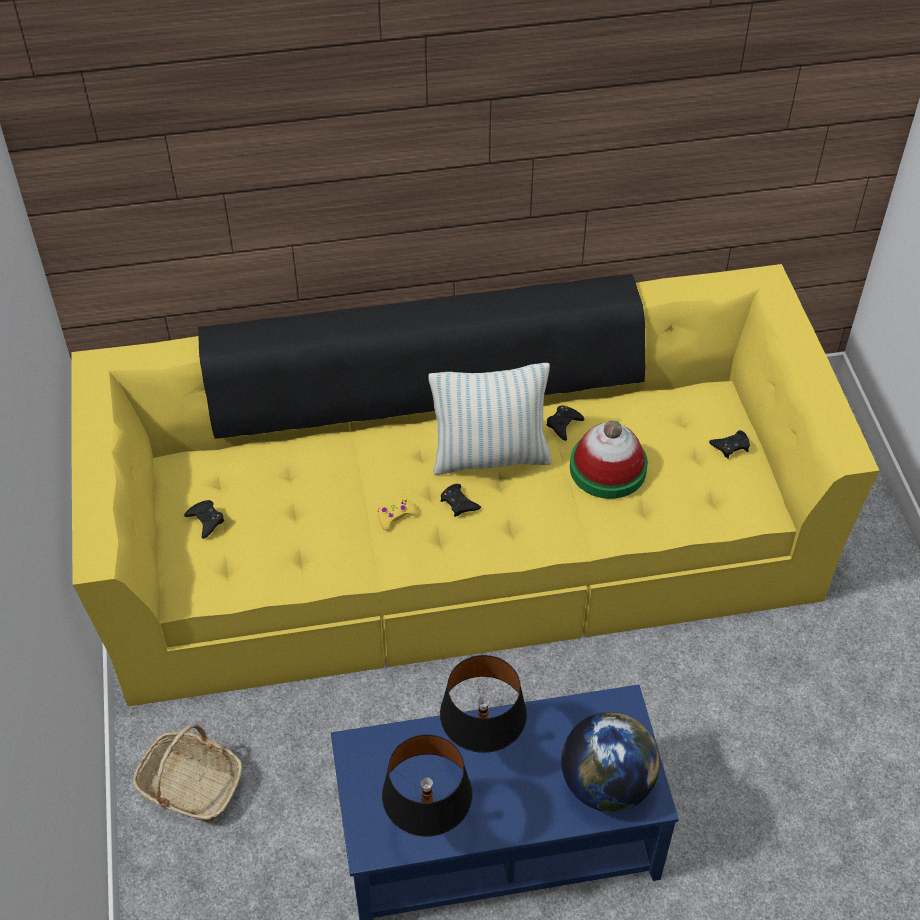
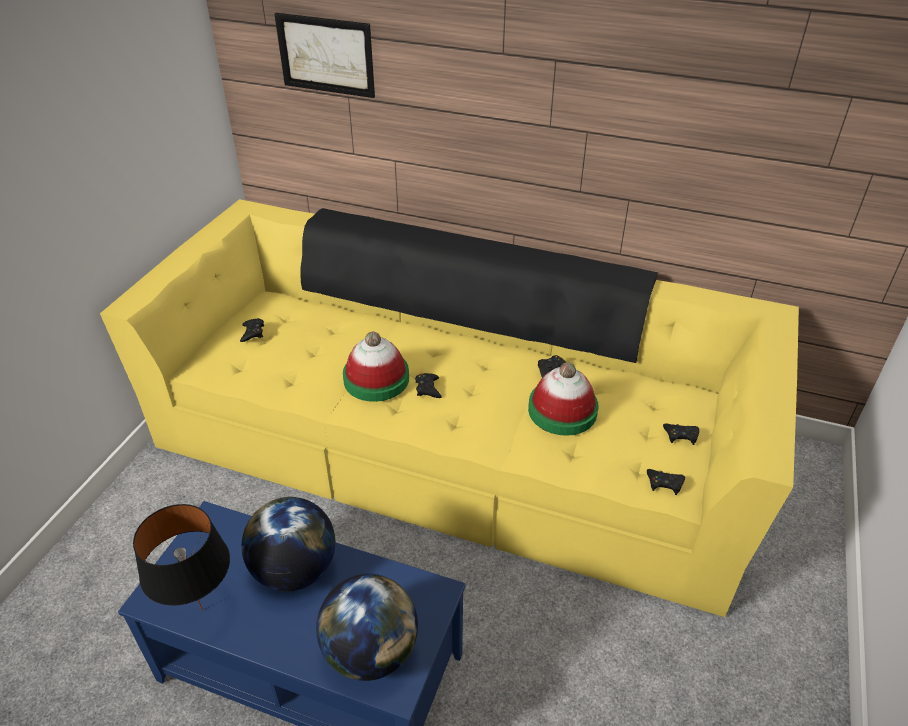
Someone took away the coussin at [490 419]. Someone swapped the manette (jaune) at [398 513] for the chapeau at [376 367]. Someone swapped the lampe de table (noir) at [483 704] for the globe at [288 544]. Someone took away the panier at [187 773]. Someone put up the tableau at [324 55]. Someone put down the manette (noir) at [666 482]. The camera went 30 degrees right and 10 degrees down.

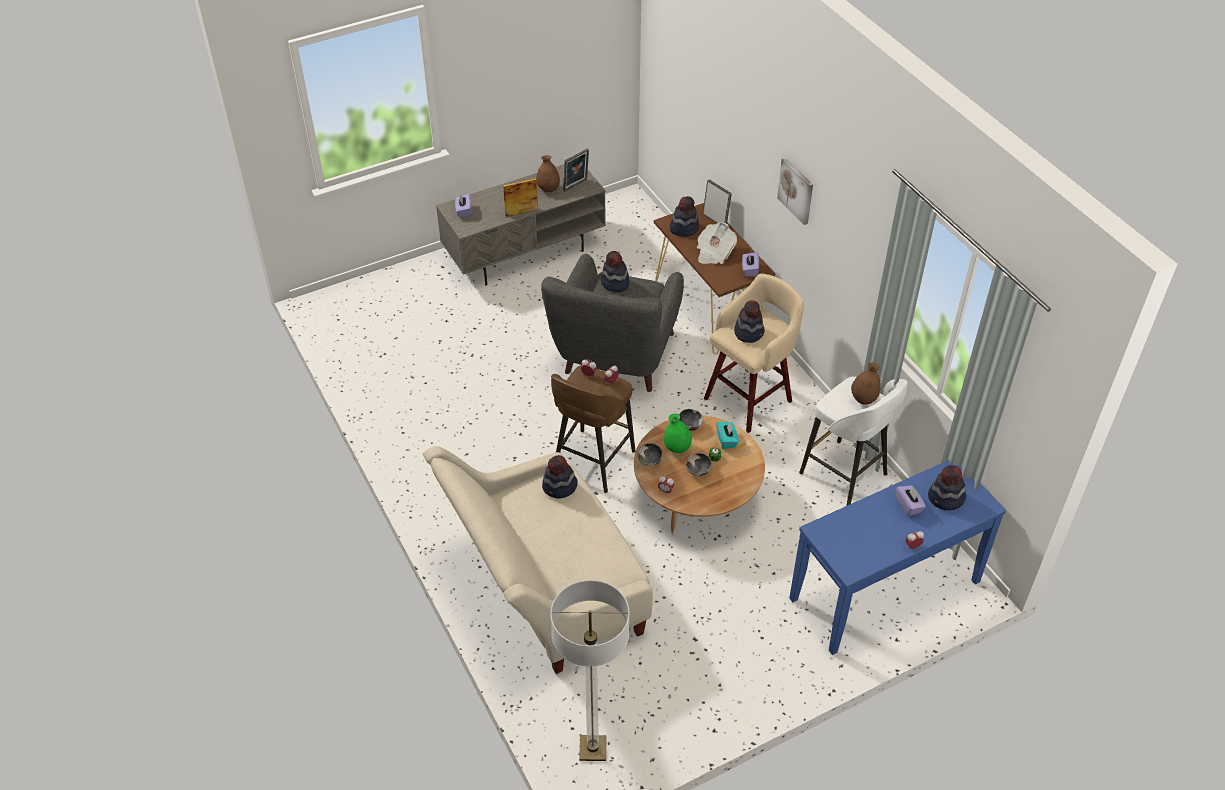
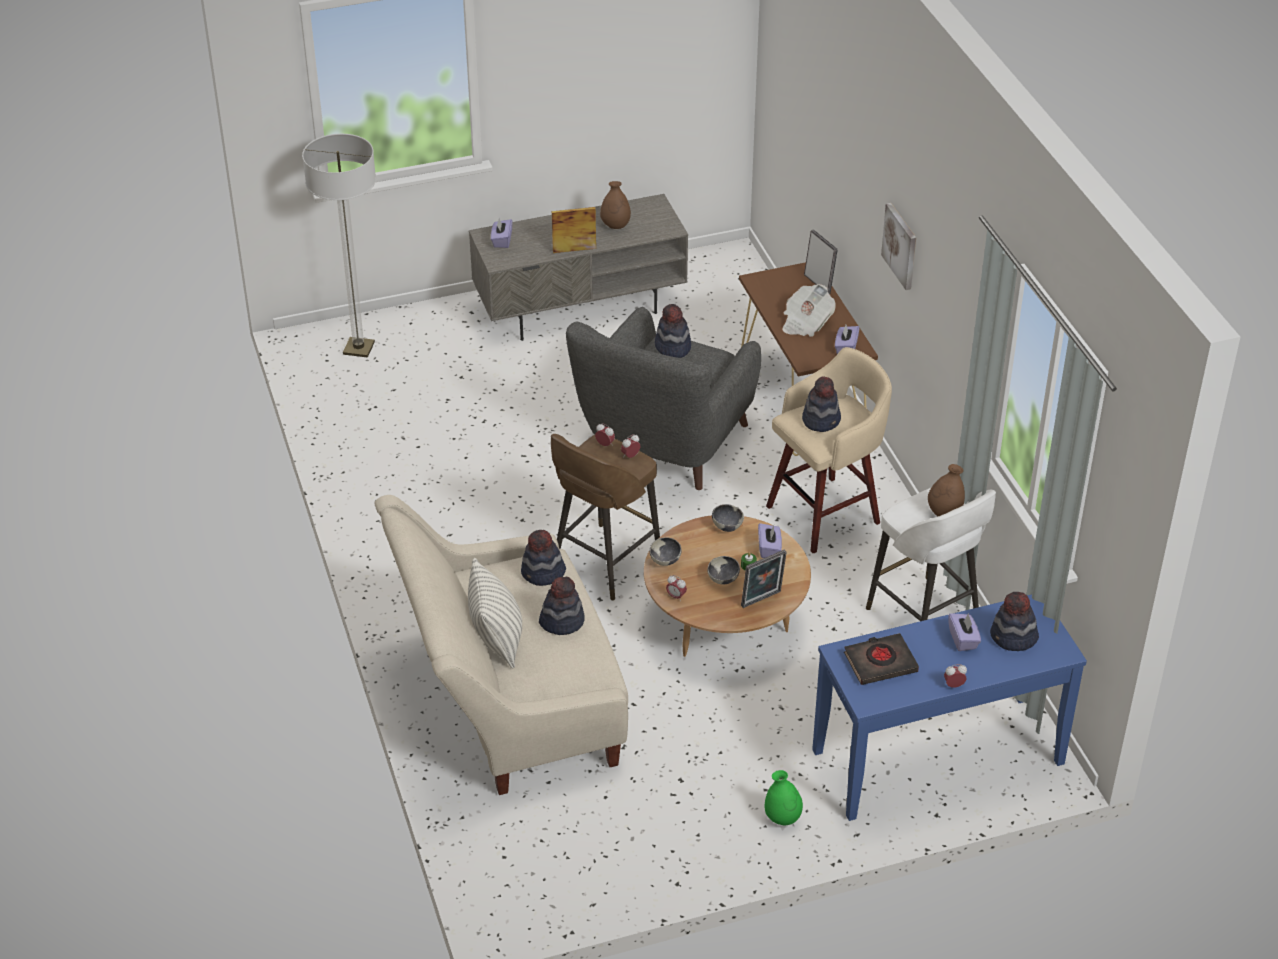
Someone carried the cadre photo from [576 170] to [764 579]. Someone carried the chapeau from [684 216] to [562 606]. Someone carried the vase (vert) from [678 433] to [784 797]. Someone repainted the boîte à mouchoirs (turquoise) at [727 435], which became the boîte à mouchoirs (violet) at [770 540]. Someone carried the lampadaire from [590 670] to [339 246]. Someone put down the coussin at [495 613]. Someone put down the livre (noir) at [881 659]. The camera went 10 degrees right and 5 degrees down.

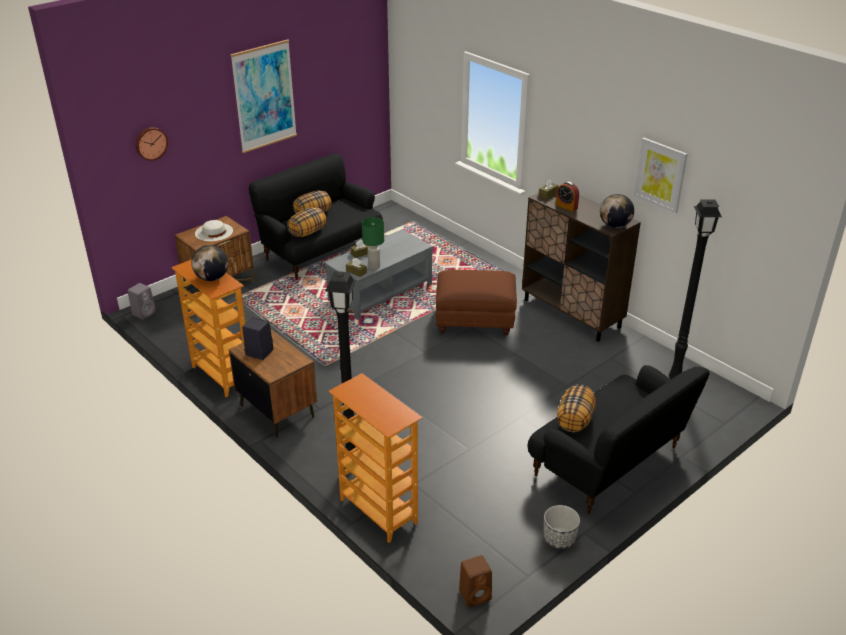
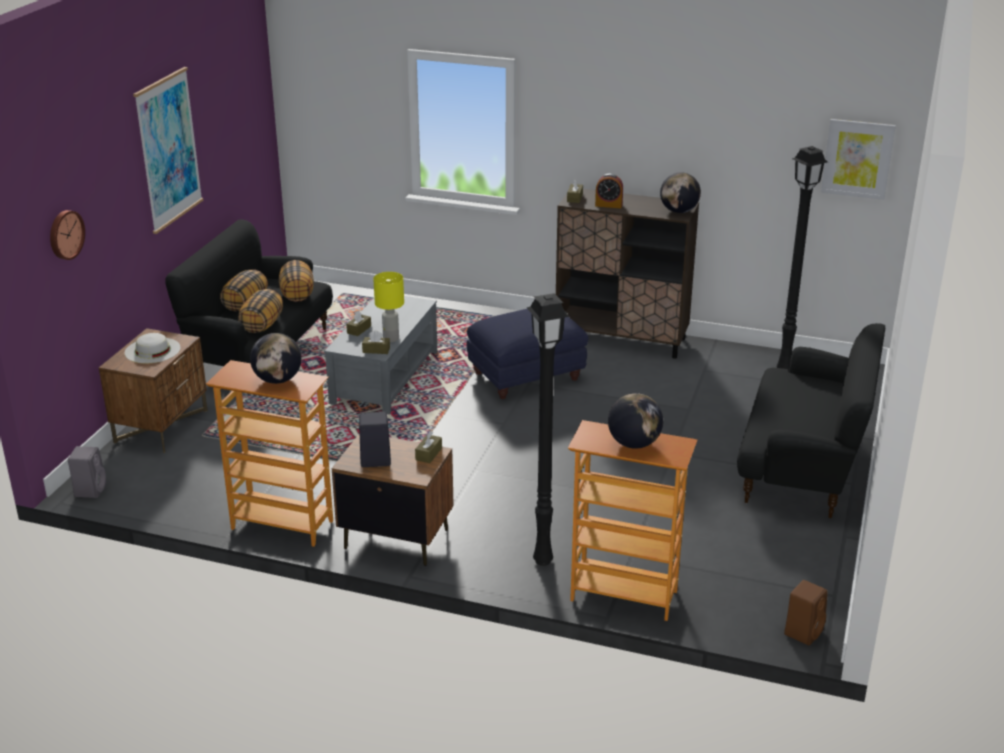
Someone carried the tableau from [661 176] to [858 159]. Someone repainted the lampe de table (vert) at [373 243], which became the lampe de table (jaune) at [388 307]. Someone repainted the pouf (marron) at [476 302], which became the pouf (bleu) at [527 354]. Someone carried the coussin from [576 408] to [296 281]. Someone took away the cache-pot at [562 527]. Someone put down the globe at [635 421]. Someone put down the boîte à mouchoirs (marron) at [428 447]. The camera went 30 degrees left and 5 degrees down.

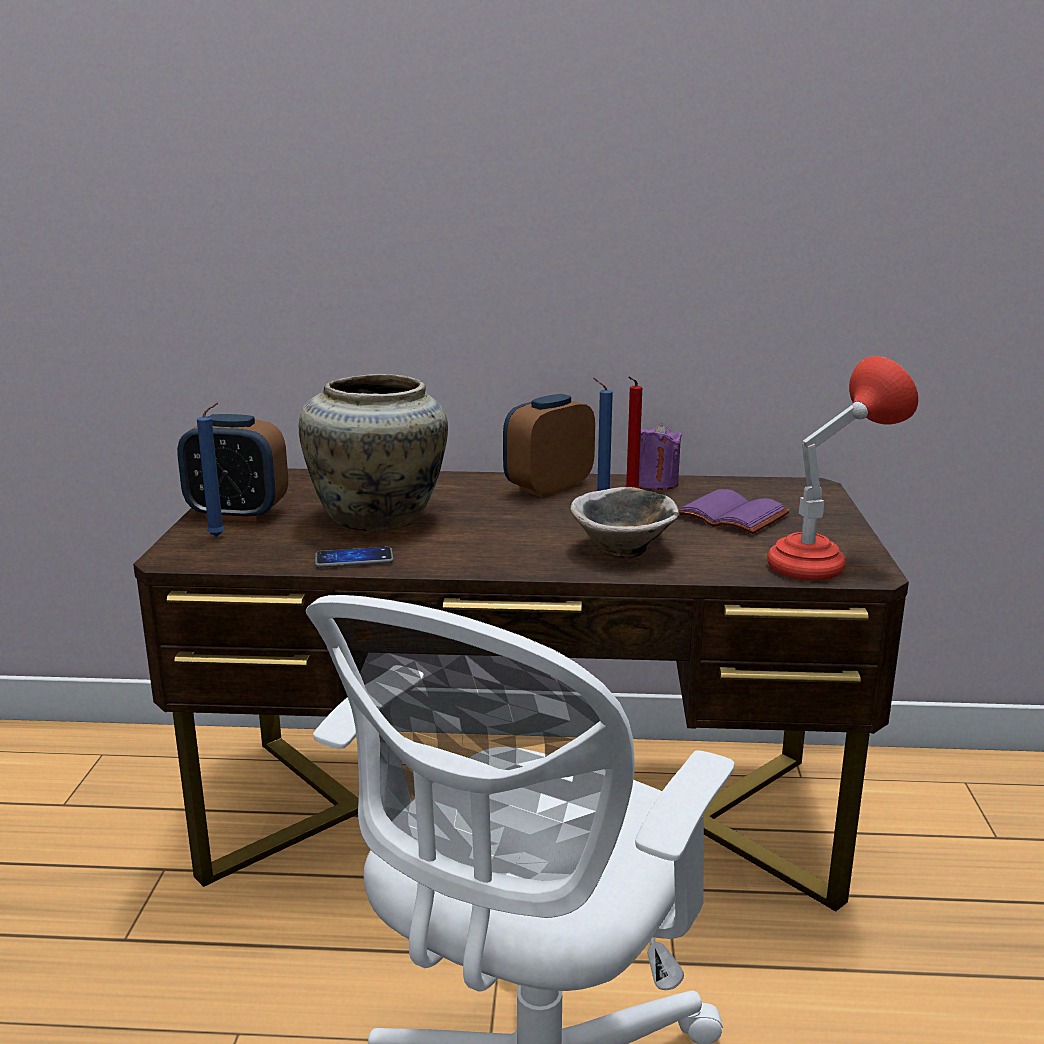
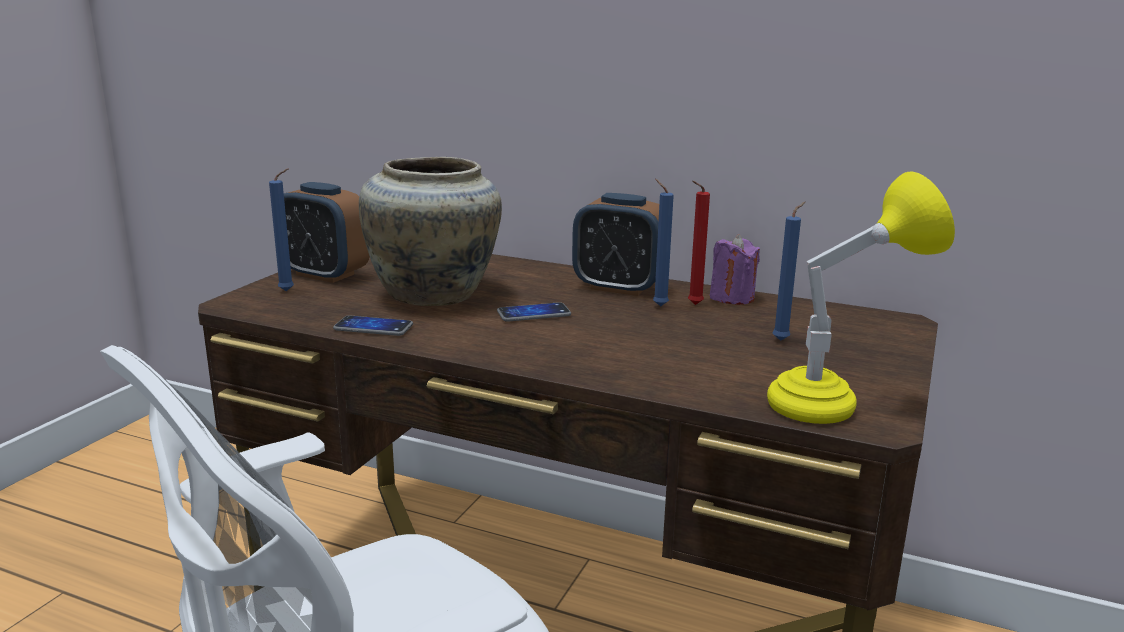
Someone repainted the lampe de table (rouge) at [842 468], which became the lampe de table (jaune) at [861 298]. Someone rotated the réveil at [549 445] by 135 degrees counterclockwise. Someone took away the bol at [625 522]. Someone swapped the livre (violet) at [734 511] for the bougie (bleu) at [789 271]. Someone put down the téléphone at [534 312]. The camera went 20 degrees right and 0 degrees up.

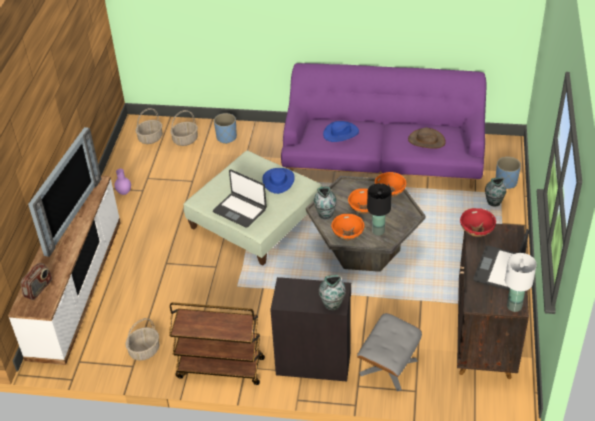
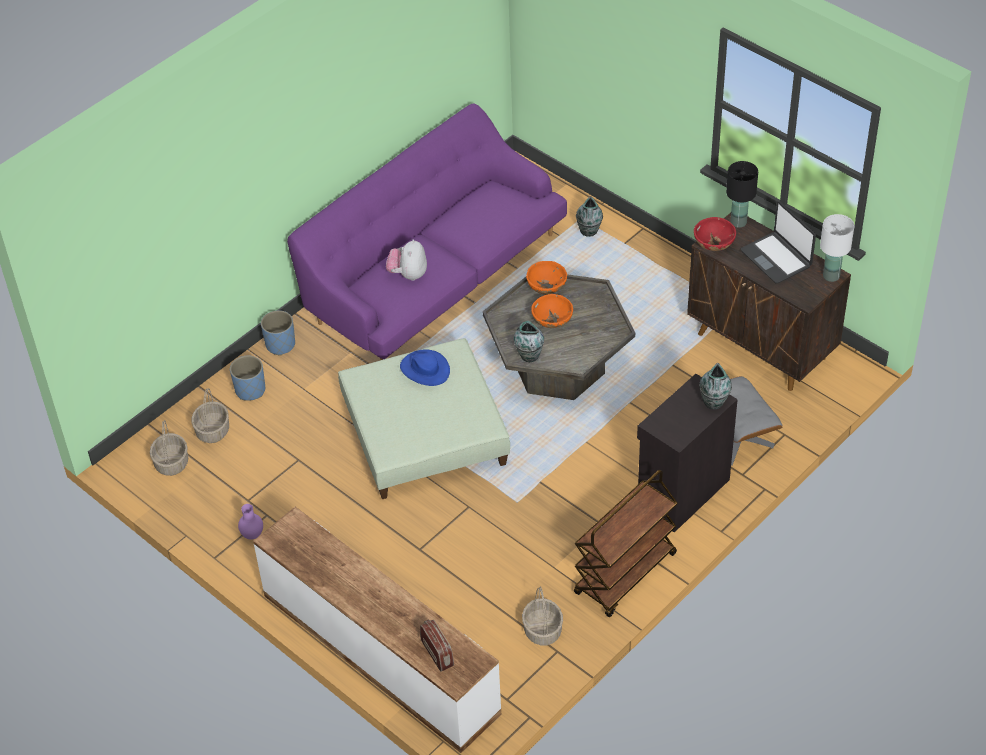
Someone swapped the chapeau (bleu) at [341 131] for the peluche at [406 260]. Someone took away the téléviseur at [64 192]. Someone took away the chapeau (marron) at [427 138]. Someone carried the cache-pot (bleu) from [508 173] to [278 332]. Someone took away the ordinateur portable at [240 198]. Someone carried the lampe de table (noir) from [379 209] to [742 194]. Someone took away the bol (orange) at [347 227]. The camera went 55 degrees left and 5 degrees up.

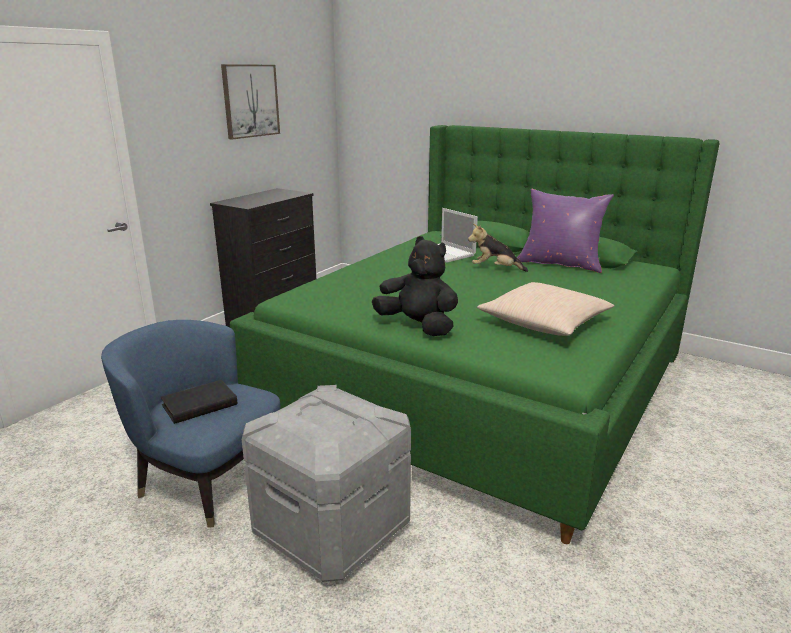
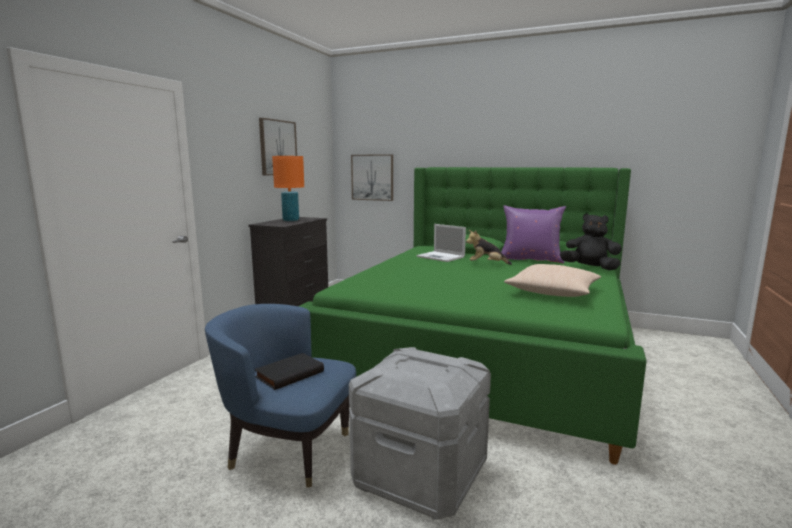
Someone carried the peluche (noir) from [415 286] to [591 241]. Someone put up the tableau at [372 177]. Someone put down the lampe de table (orange) at [288 188]. The camera went 10 degrees left and 10 degrees down.

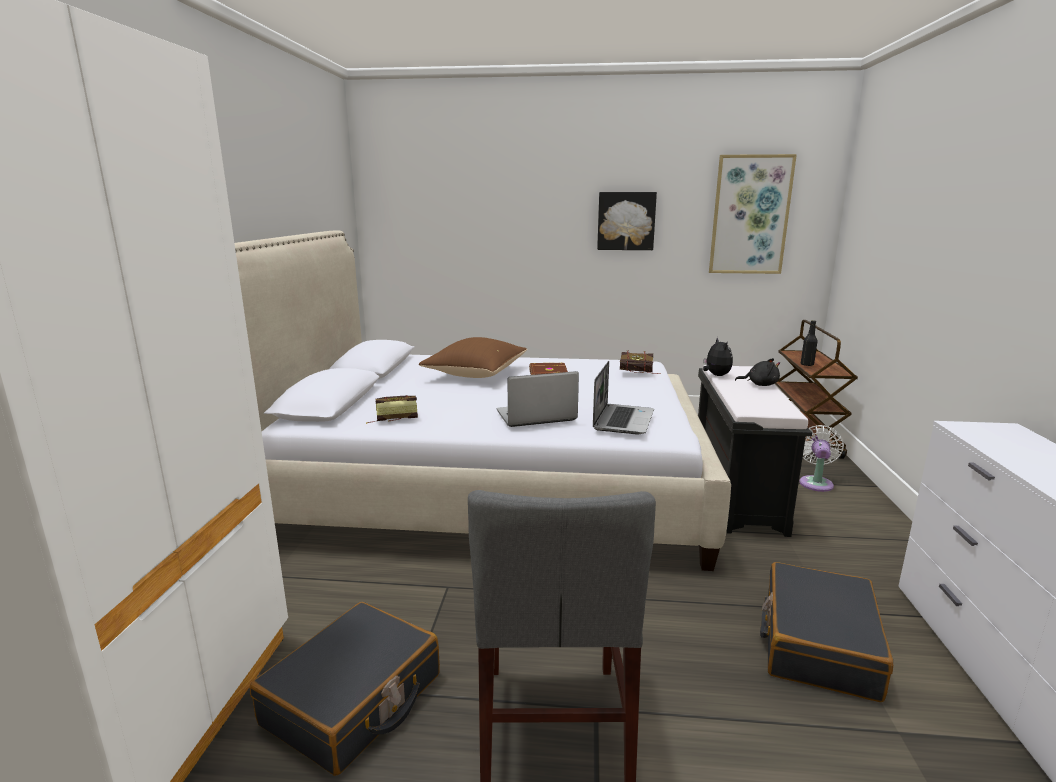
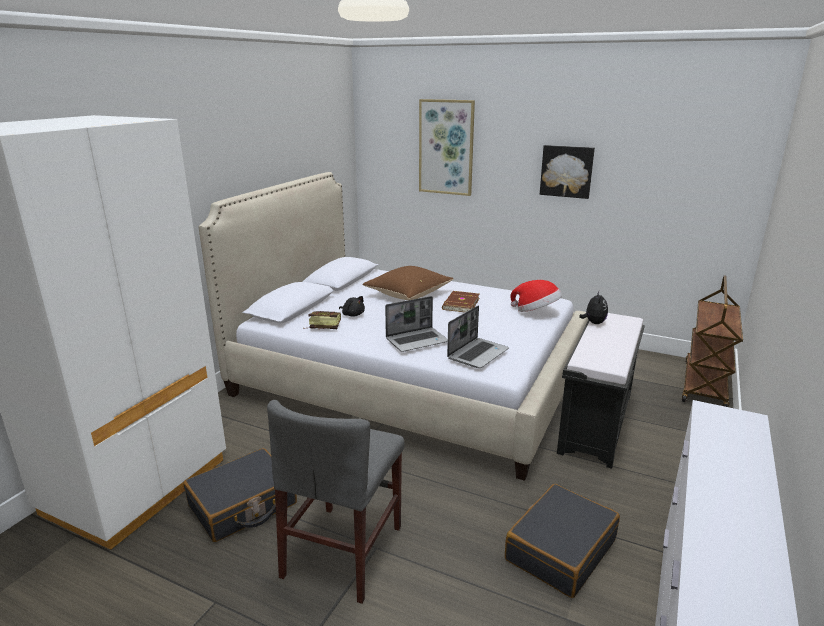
Someone carried the tableau from [753 214] to [447 147]. Someone took away the bouteille (noir) at [809 343]. Someone swapped the livre at [640 362] for the chapeau at [536 296]. Someone carried the peluche (noir) from [757 372] to [352 306]. Someone rotated the ordinateur portable at [538 399] by 150 degrees clockwise. Someone took away the ventilateur (blanc) at [821 458]. The camera went 20 degrees right and 5 degrees up.

